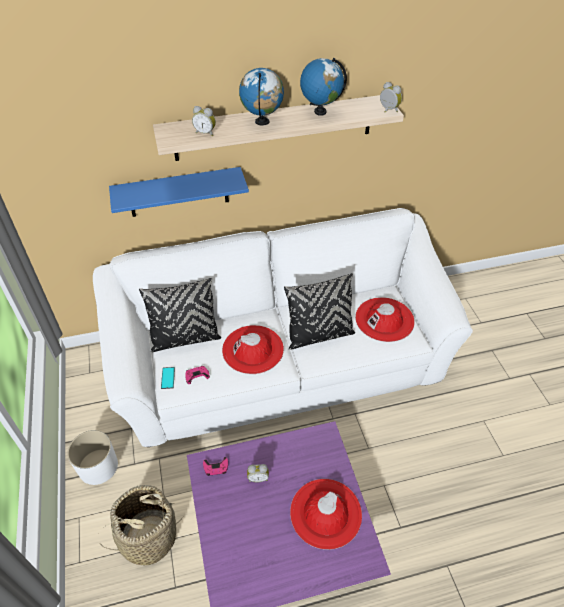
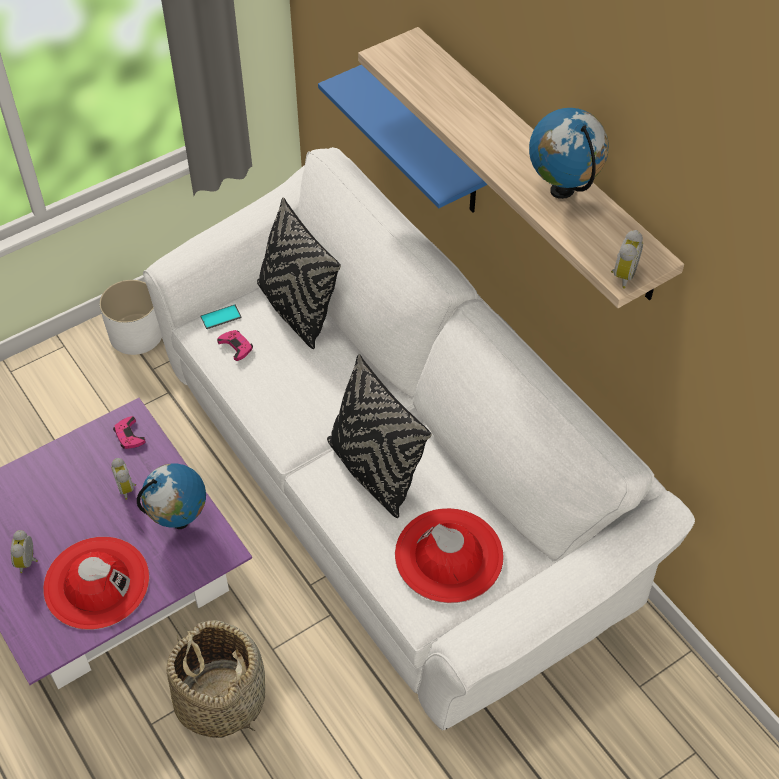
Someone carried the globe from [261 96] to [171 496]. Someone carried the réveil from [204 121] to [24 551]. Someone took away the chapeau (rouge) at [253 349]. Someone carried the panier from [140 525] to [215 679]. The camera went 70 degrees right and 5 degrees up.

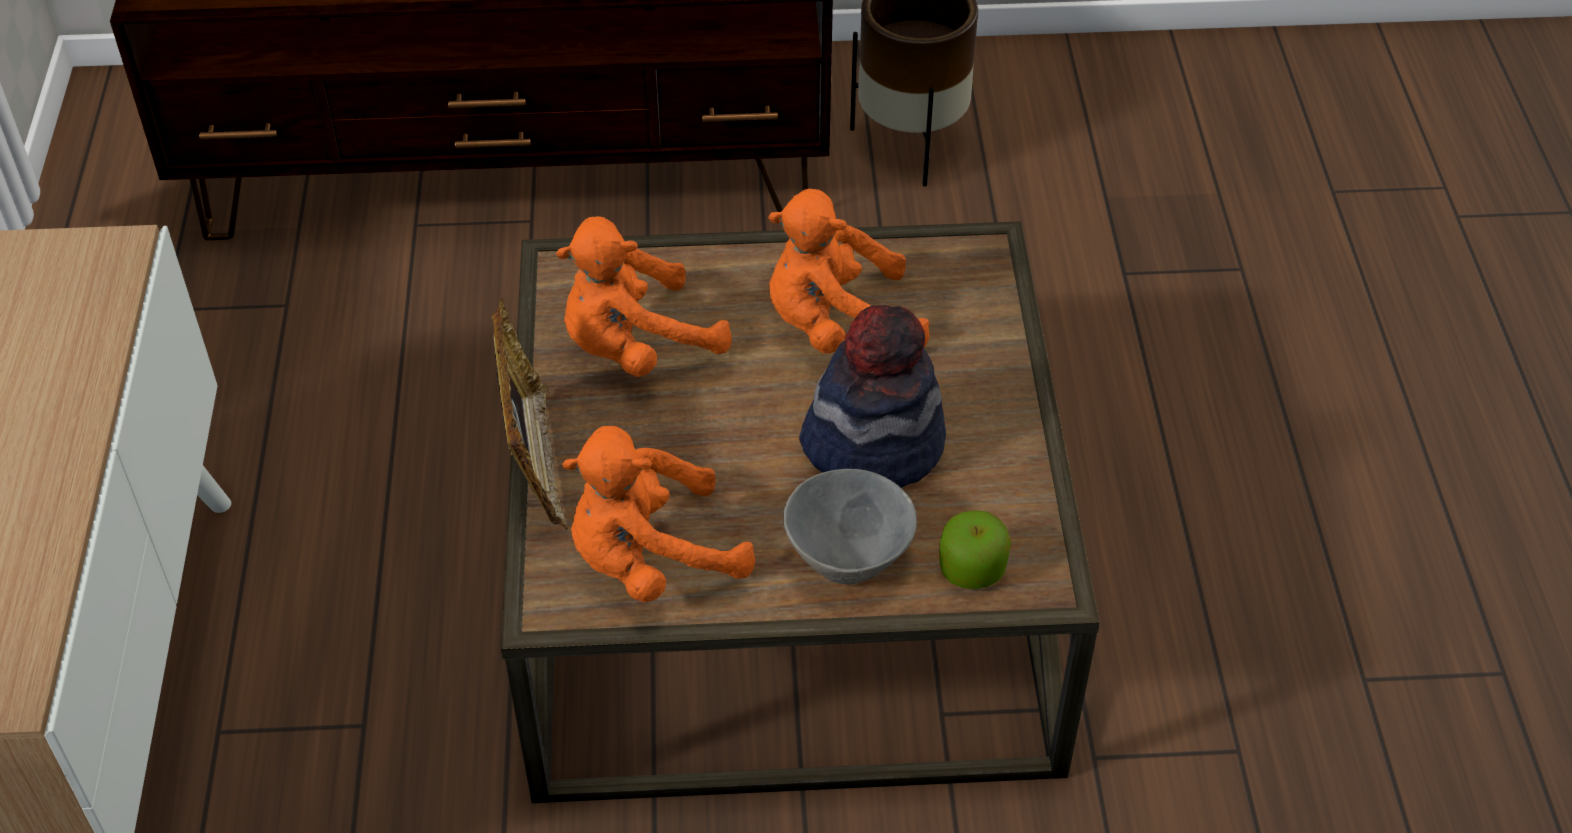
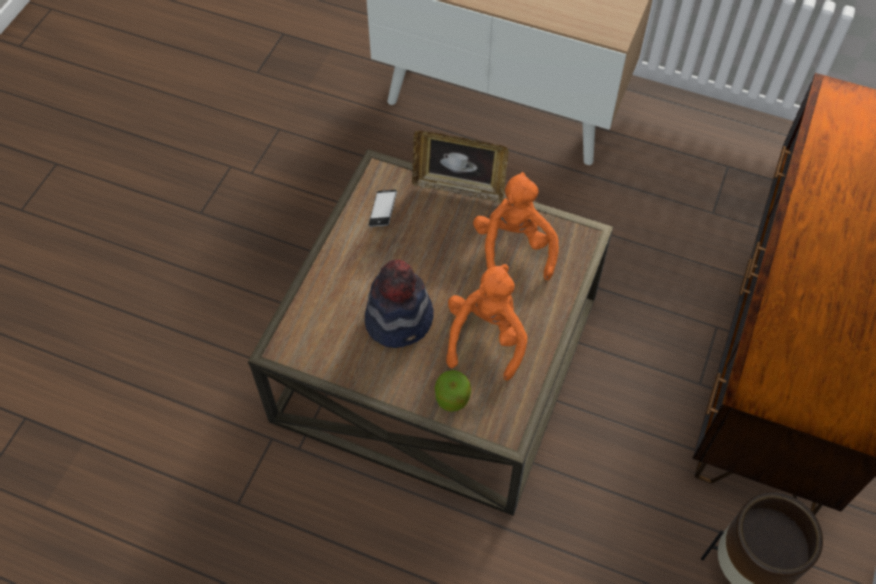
Someone swapped the peluche (orange) at [658 514] for the téléphone at [382 208]. Someone took away the bol (gris) at [850 526]. Someone carried the pomme from [975 549] to [453 391]. The camera went 115 degrees right and 10 degrees up.

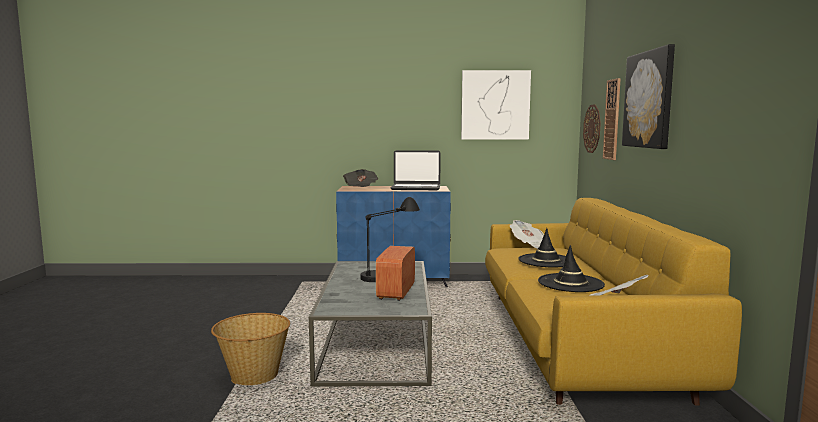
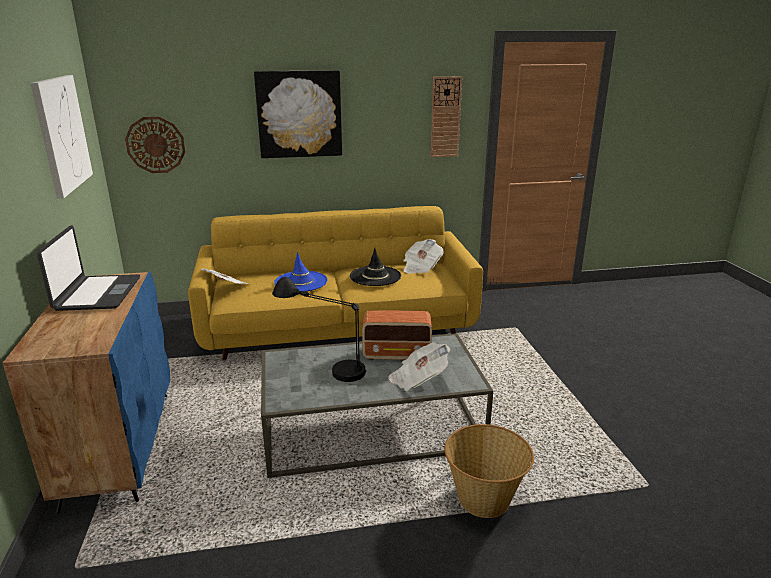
Someone carried the horloge murale from [612 119] to [446 116]. Someone carried the journal from [360 178] to [419 366]. Someone repainted the chapeau (noir) at [542 247], which became the chapeau (bleu) at [300 271]. The camera went 100 degrees left and 15 degrees up.

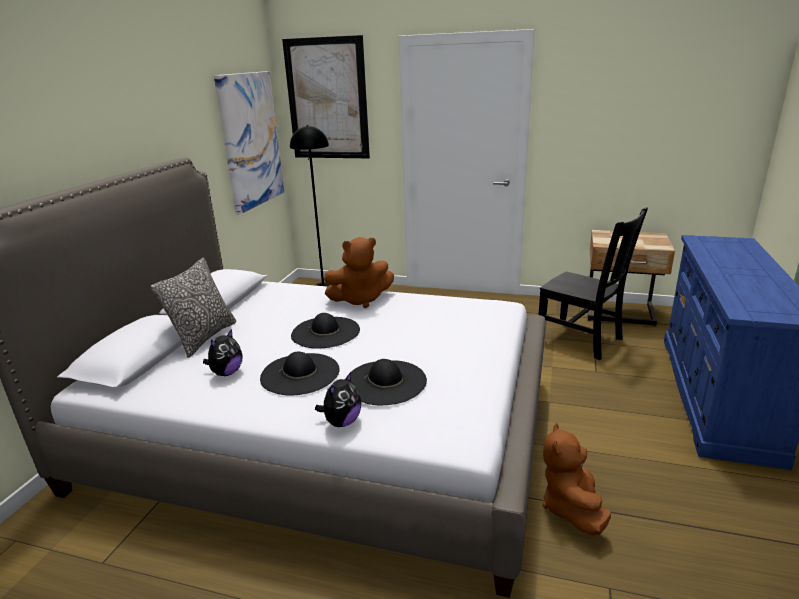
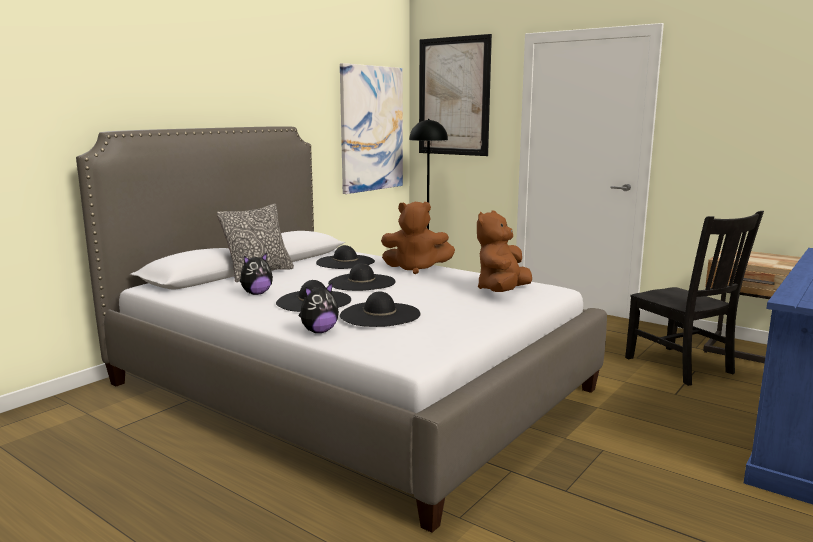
Someone carried the peluche (marron) from [576 479] to [504 251]. Someone put down the chapeau (noir) at [345 257]. The camera went 20 degrees right and 10 degrees down.

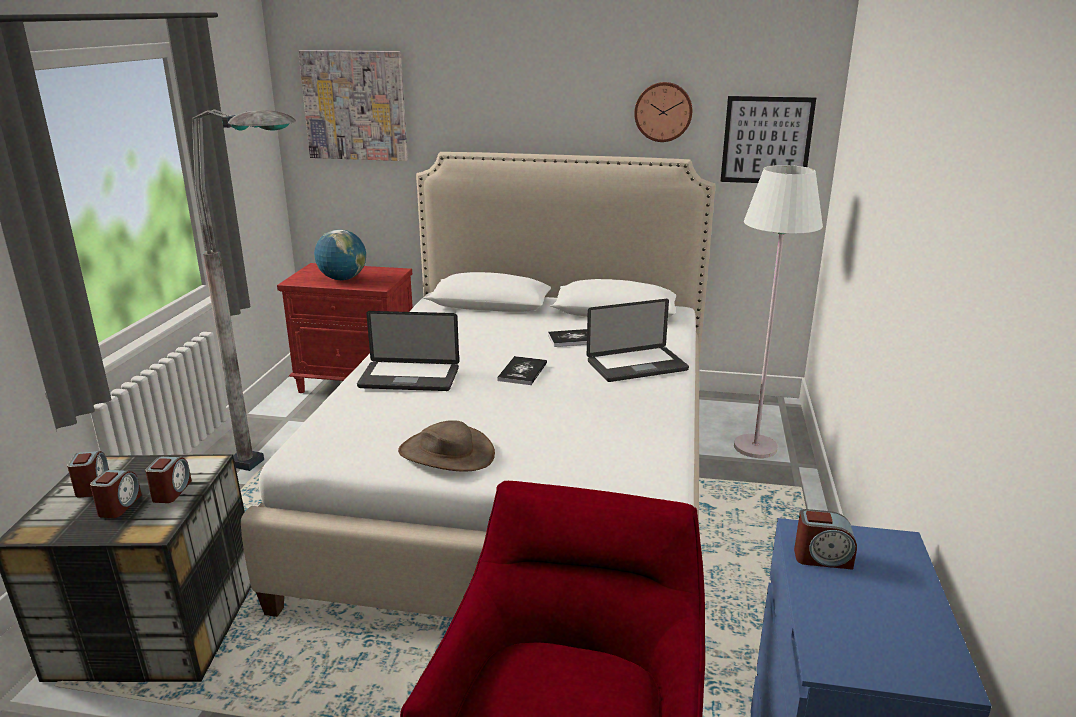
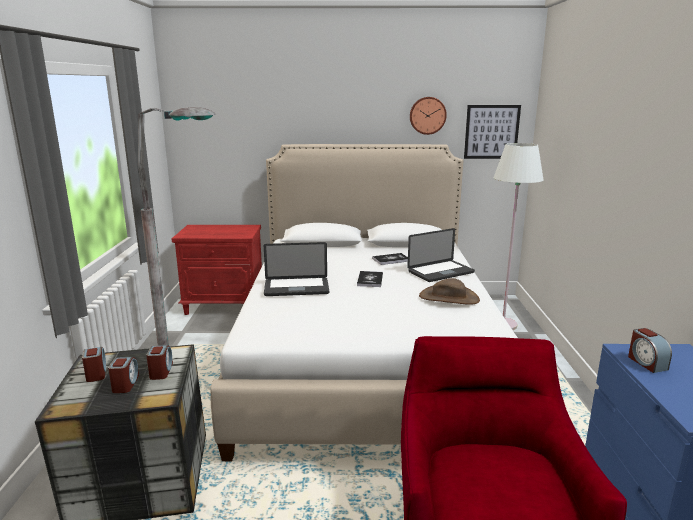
Someone took away the tableau at [353 105]. Someone took away the globe at [340 255]. Someone carried the chapeau (marron) from [446 446] to [449 291]. Someone rotated the réveil at [825 539] by 75 degrees clockwise. The camera went 10 degrees left and 5 degrees down.

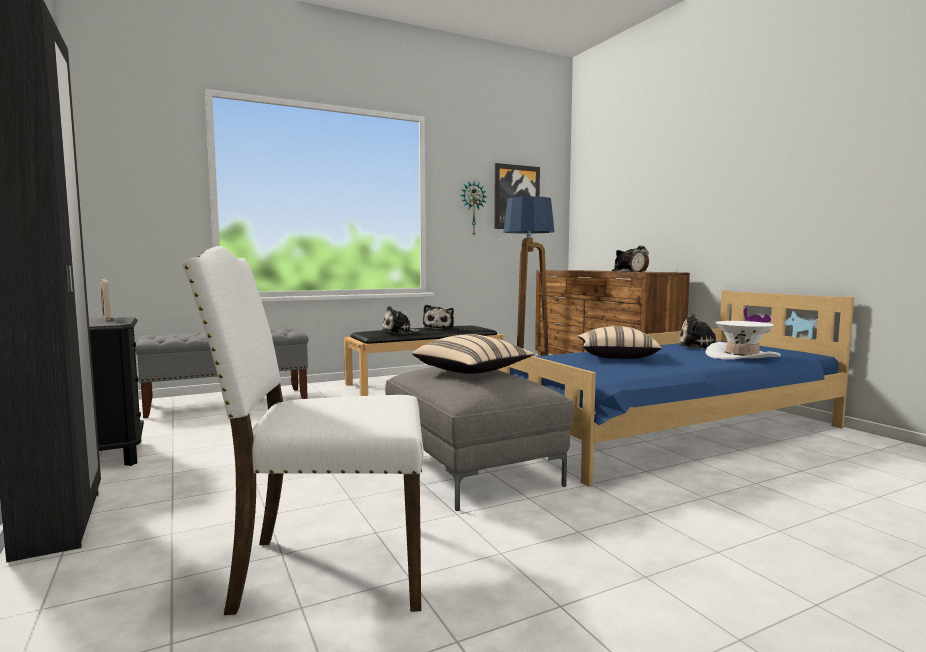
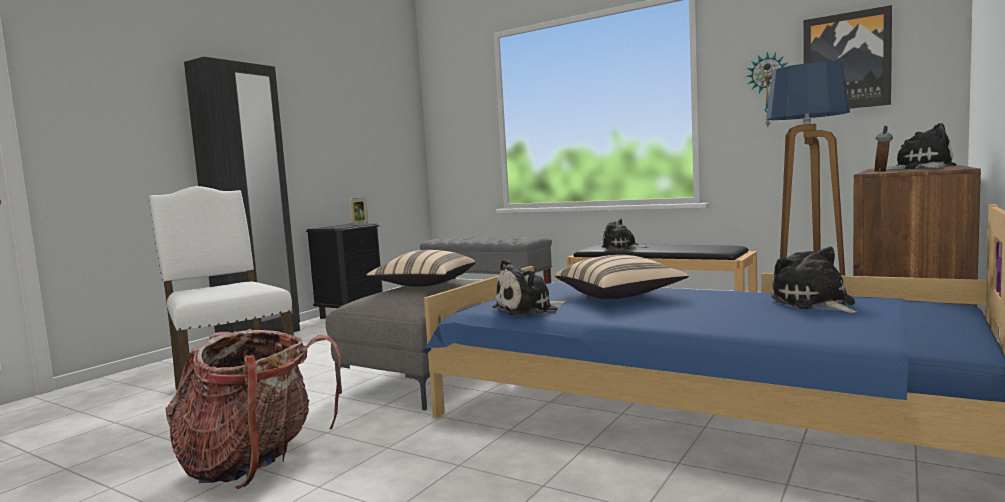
Someone carried the peluche from [438 317] to [529 287]. Someone took away the chapeau (blanc) at [743 340]. Someone put down the sac à dos at [253 409]. The camera went 60 degrees right and 0 degrees up.

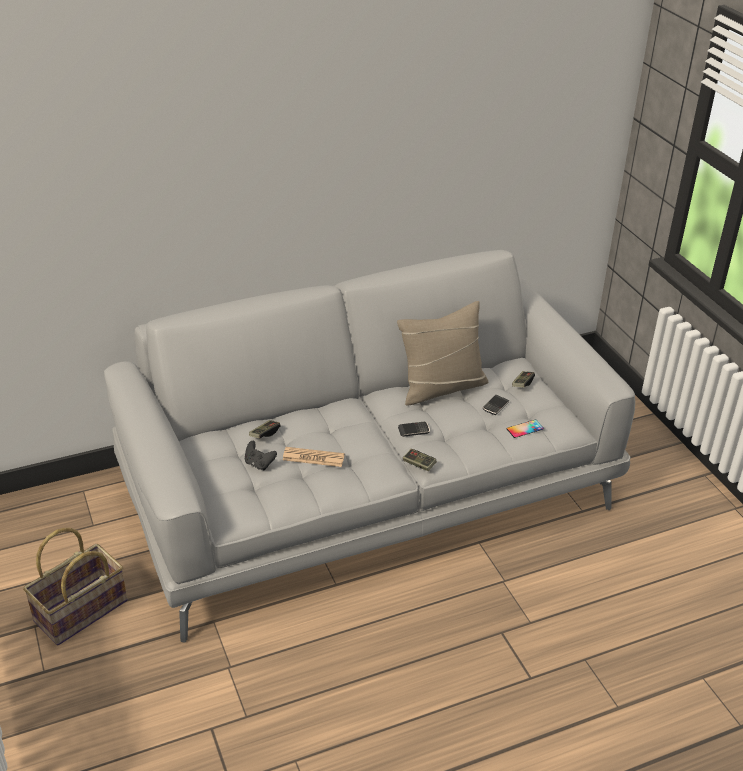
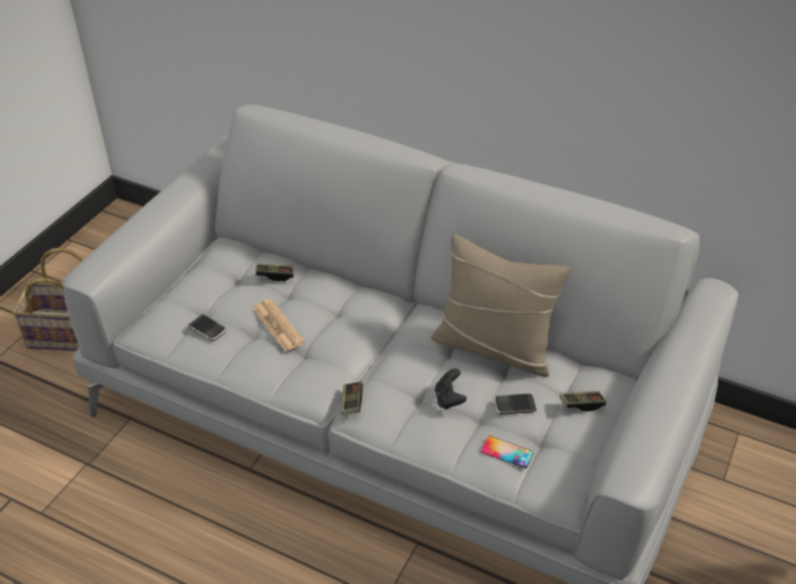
Someone carried the téléphone from [414 429] to [207 327]. Someone carried the manette (noir) from [261 455] to [451 389]. The camera went 50 degrees right and 5 degrees up.

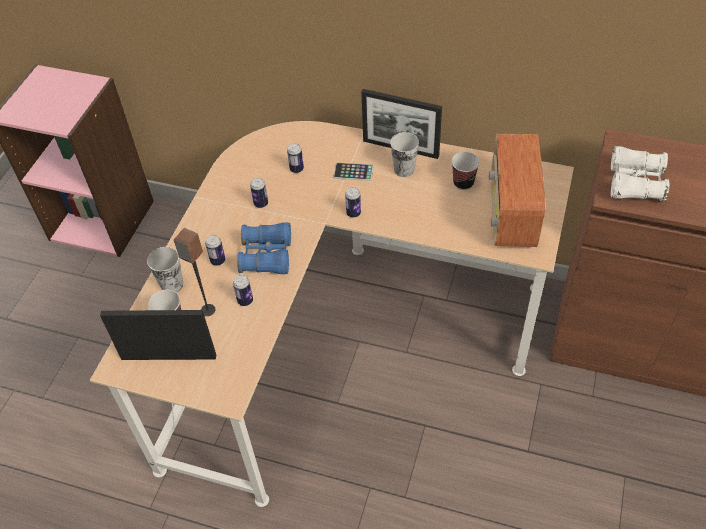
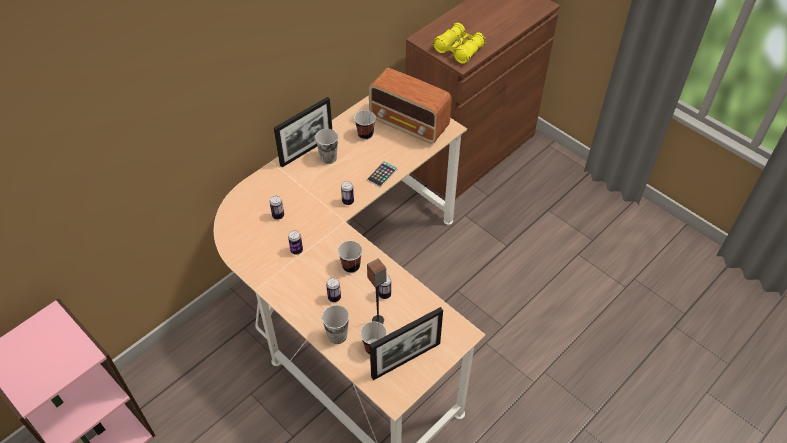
Someone repainted the jumelles (blanc) at [640 174], which became the jumelles (jaune) at [459 43]. Someone carried the téléphone from [353 172] to [382 174]. Someone swapped the jumelles (bleu) at [264 248] for the tasse at [350 257]. Someone rotated the cadre photo at [158 335] by 150 degrees counterclockwise. The camera went 65 degrees left and 0 degrees up.

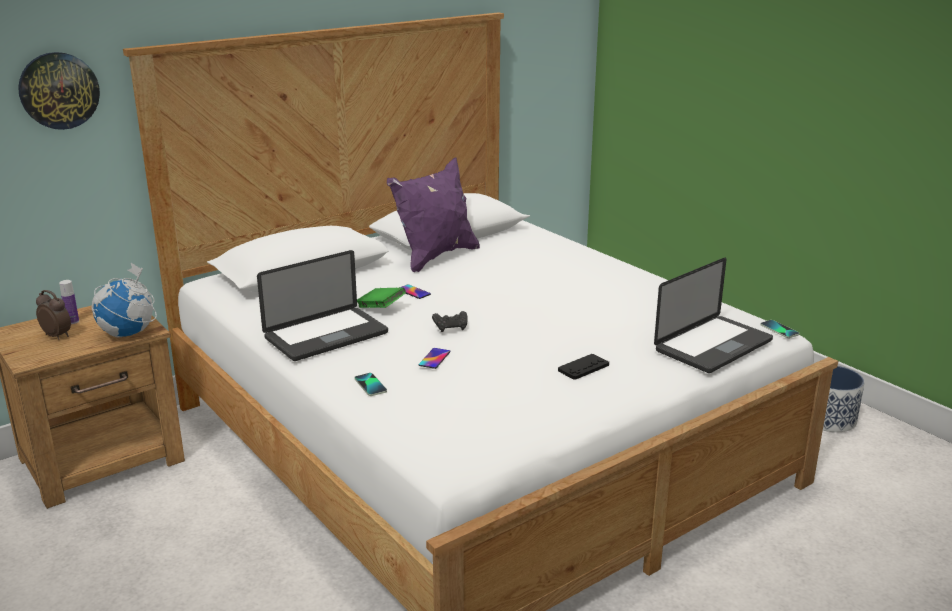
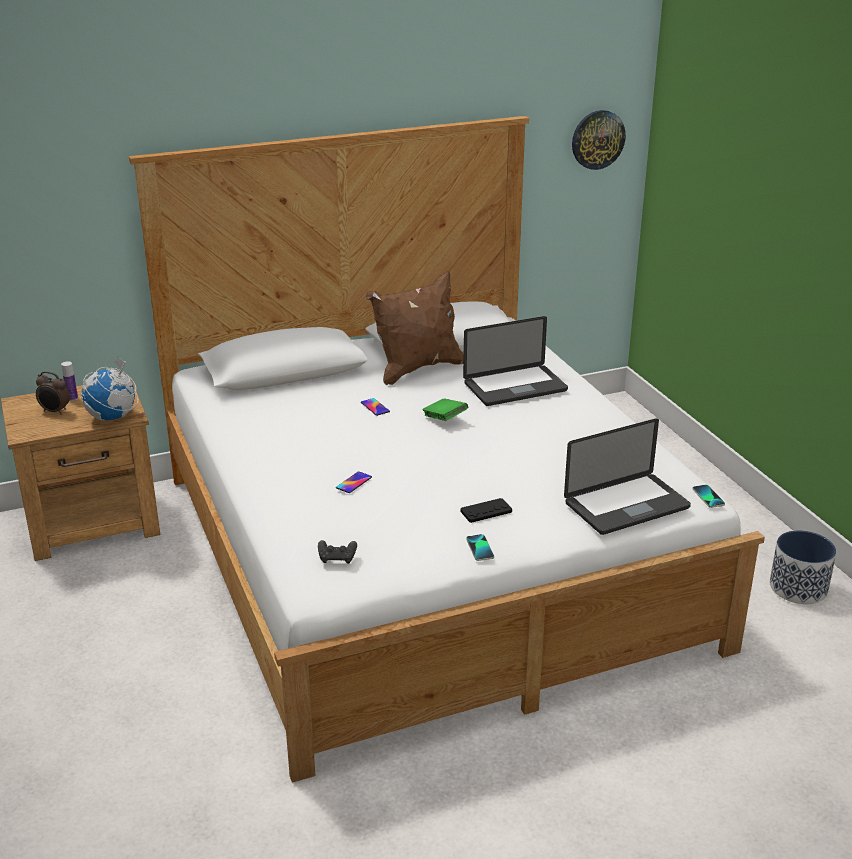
Someone carried the horloge murale from [59 91] to [599 140]. Someone repainted the coussin (violet) at [433 214], which became the coussin (marron) at [415 328]. Someone carried the ordinateur portable from [322 305] to [515 361]. Someone carried the livre (vert) from [381 297] to [445 409]. Someone rotated the réveil at [53 315] by 150 degrees clockwise. Someone carried the manette (noir) from [450 321] to [337 552]. Someone carried the téléphone from [370 384] to [480 547]. The camera went 15 degrees right and 5 degrees up.

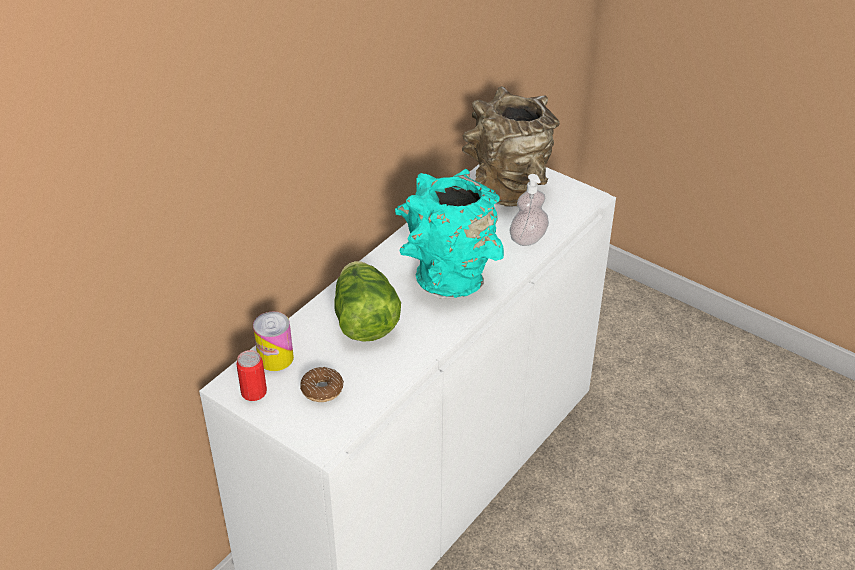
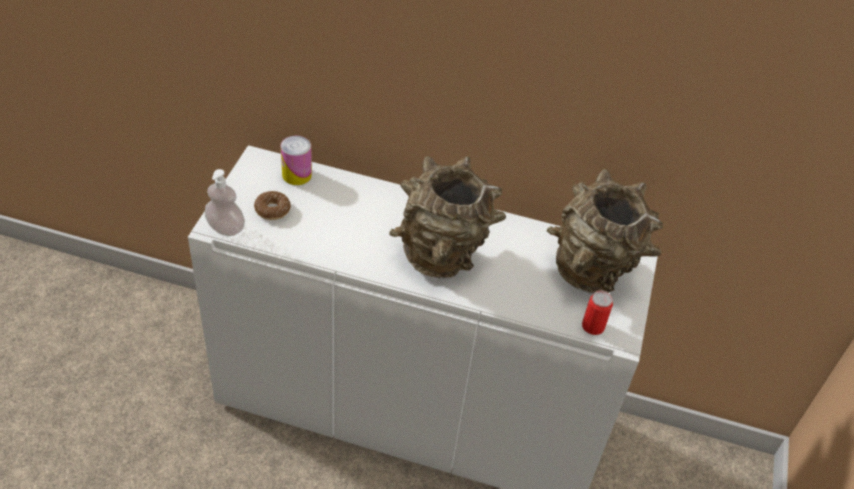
Someone repainted the vase (turquoise) at [449 234], which became the vase (marron) at [447 217]. Someone carried the distributeur de savon from [529 210] to [224 202]. Someone took away the laitue at [367 301]. Someone carried the boîte métallique from [251 375] to [597 313]. The camera went 65 degrees right and 5 degrees up.

